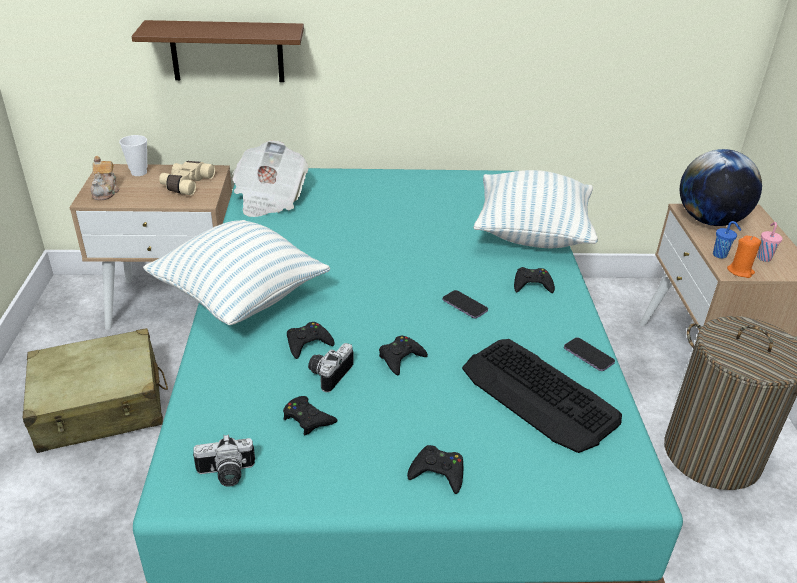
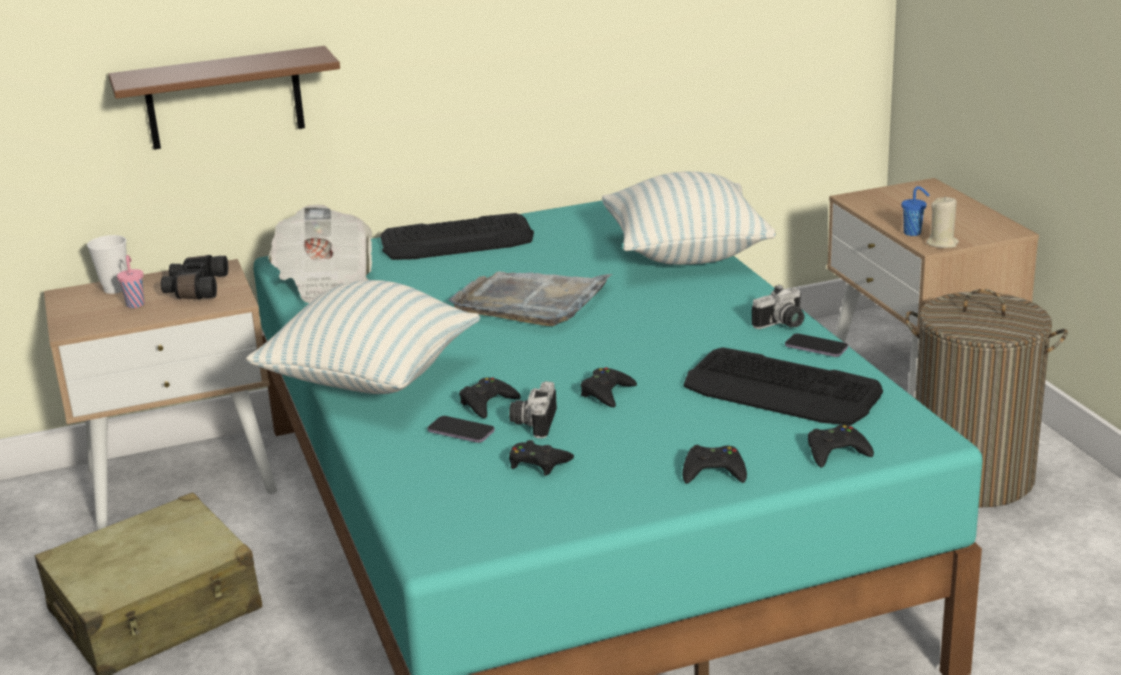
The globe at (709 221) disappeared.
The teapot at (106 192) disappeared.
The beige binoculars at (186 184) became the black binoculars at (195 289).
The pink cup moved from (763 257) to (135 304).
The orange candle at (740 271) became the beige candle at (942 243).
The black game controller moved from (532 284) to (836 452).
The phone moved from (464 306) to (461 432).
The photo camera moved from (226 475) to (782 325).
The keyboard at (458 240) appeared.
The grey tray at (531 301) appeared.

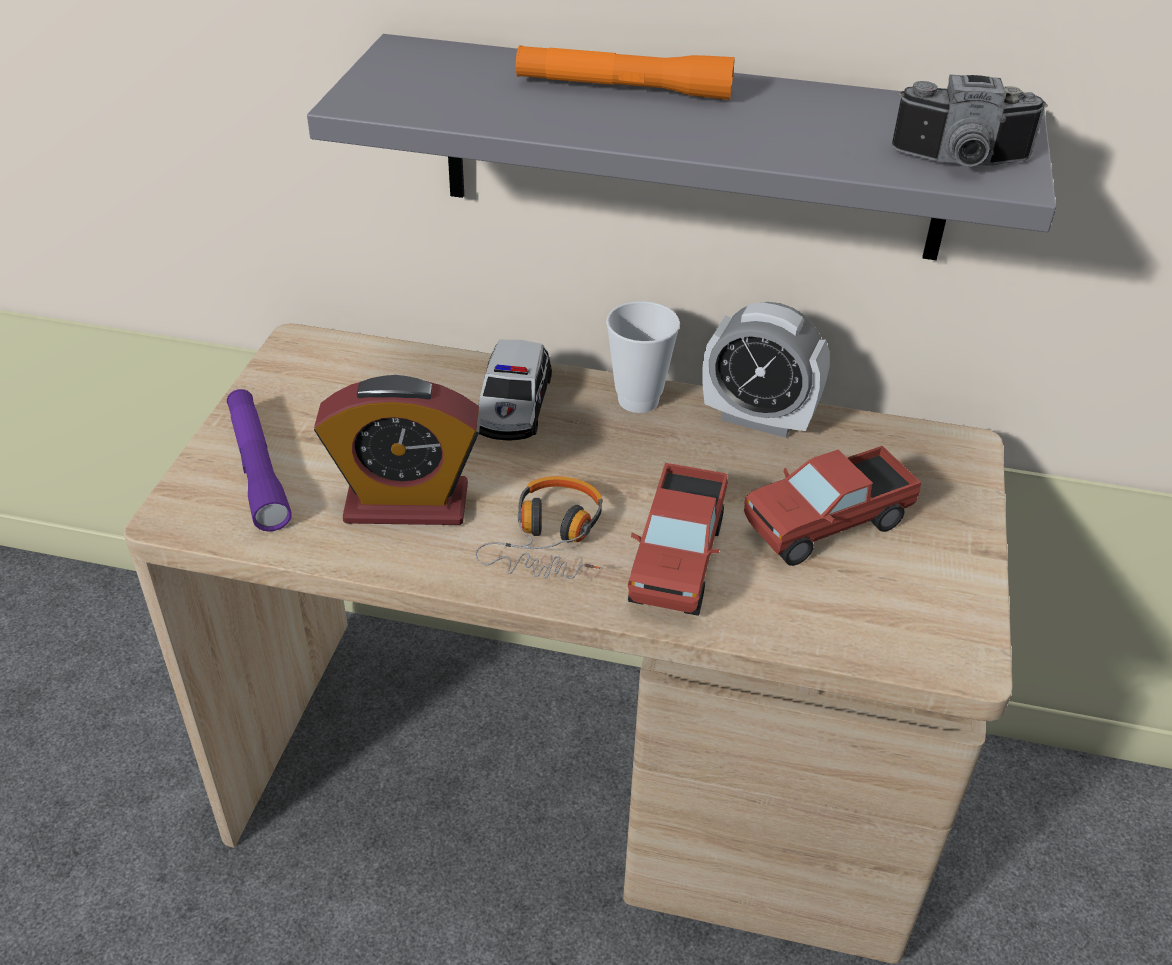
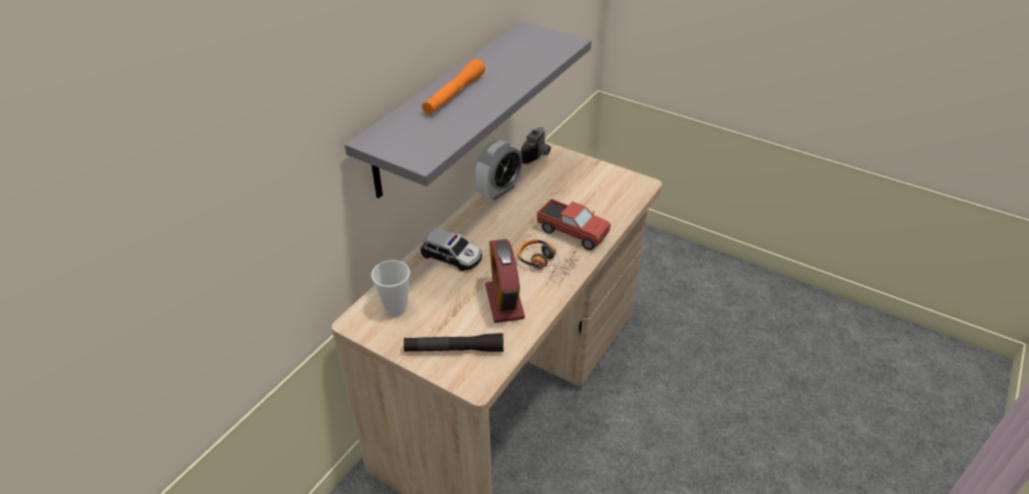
The photo camera moved from (961 163) to (538 155).
The cup moved from (638 400) to (396 308).
The alarm clock at (406 504) turned 150 degrees clockwise.
The purple flashlight at (258 468) became the black flashlight at (454 349).
The toy truck at (827 525) disappeared.

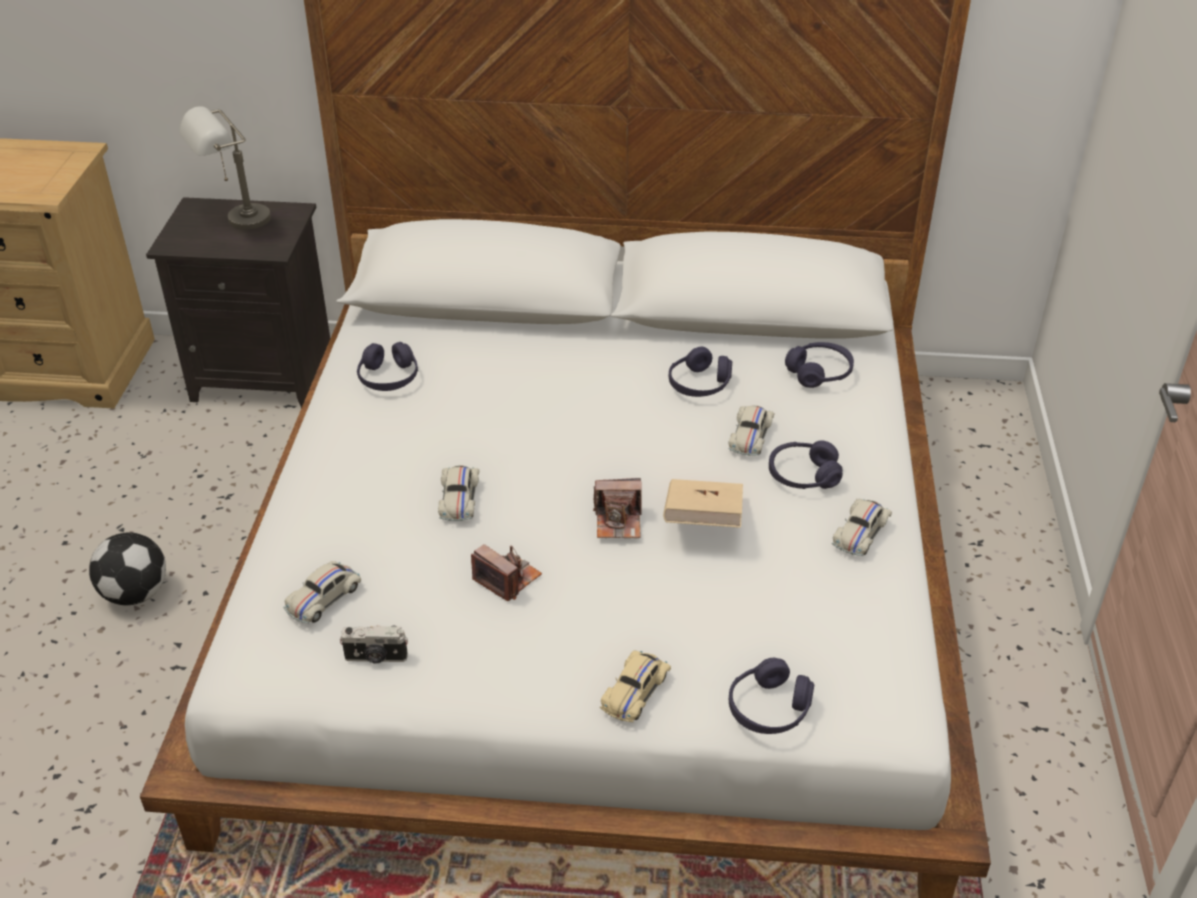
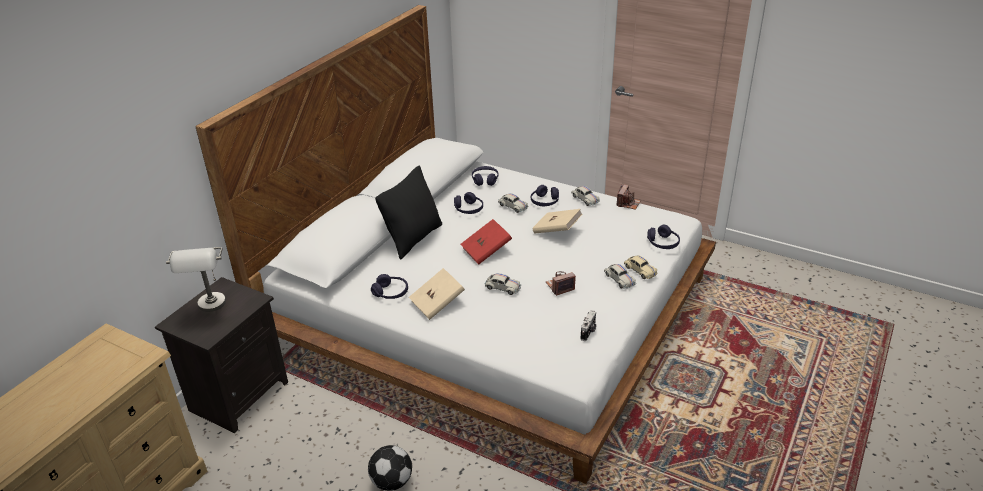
The photo camera moved from (618 522) to (628 203).
The white toy car moved from (324 598) to (619 279).
The black pillow at (413 239) appeared.
The red book at (486 251) appeared.
The beige book at (437 303) appeared.

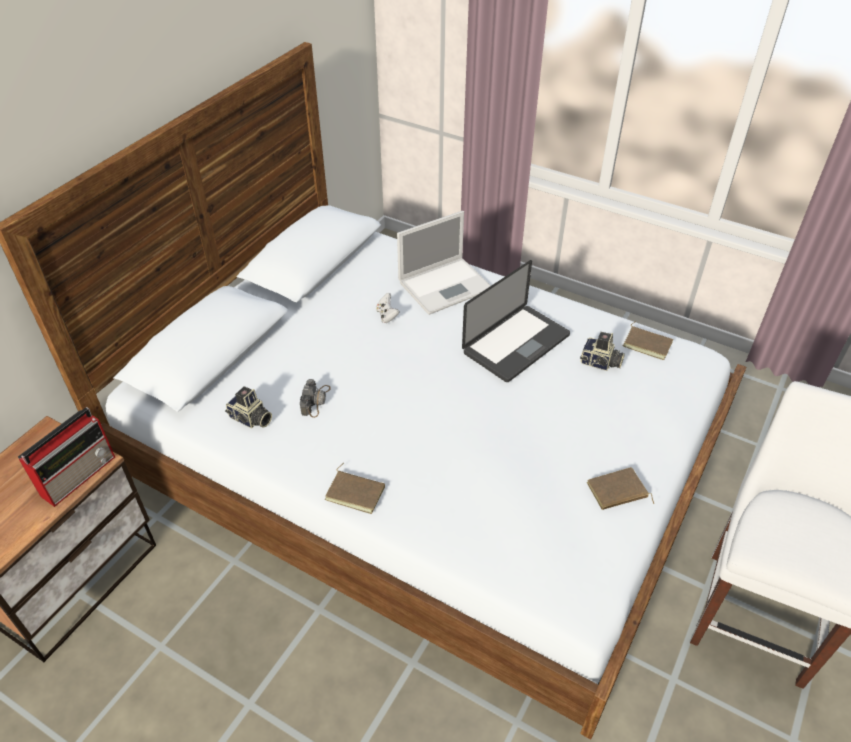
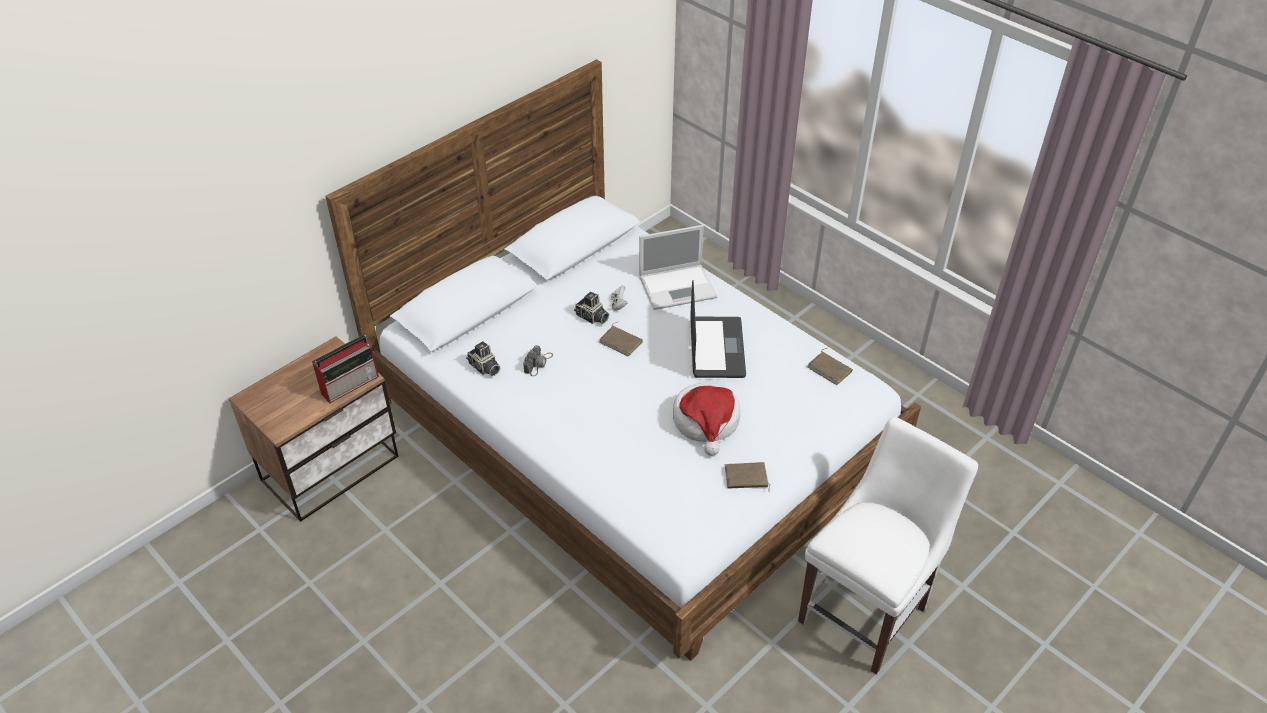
The laptop at (516 344) turned 60 degrees counterclockwise.
The photo camera moved from (600 363) to (592 317).
The brown book moved from (356 492) to (621 342).
The hat at (706 422) appeared.

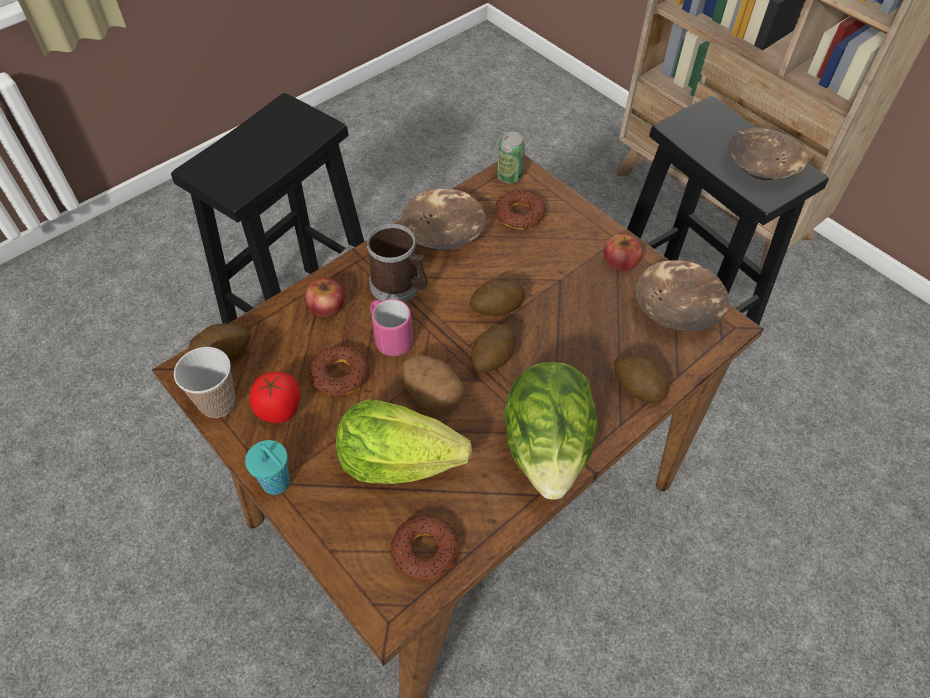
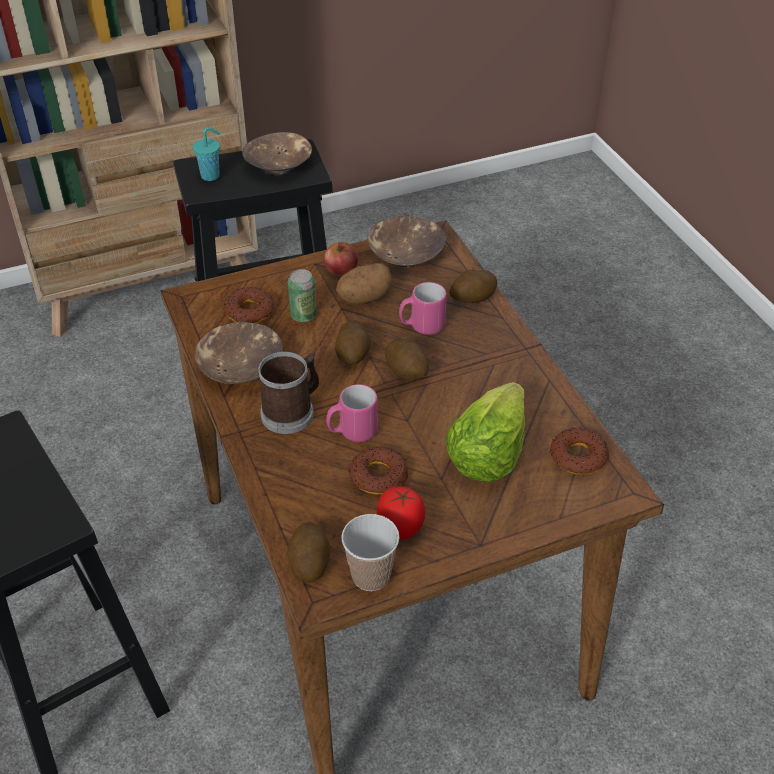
The can moved from (509 176) to (303 315).
The apple at (326 306) disappeared.
The potato moved from (432 394) to (364 298).
The lettuce at (547 449) disappeared.
The turquoise cup moved from (277 483) to (211 176).
The pink mug at (421 326) appeared.

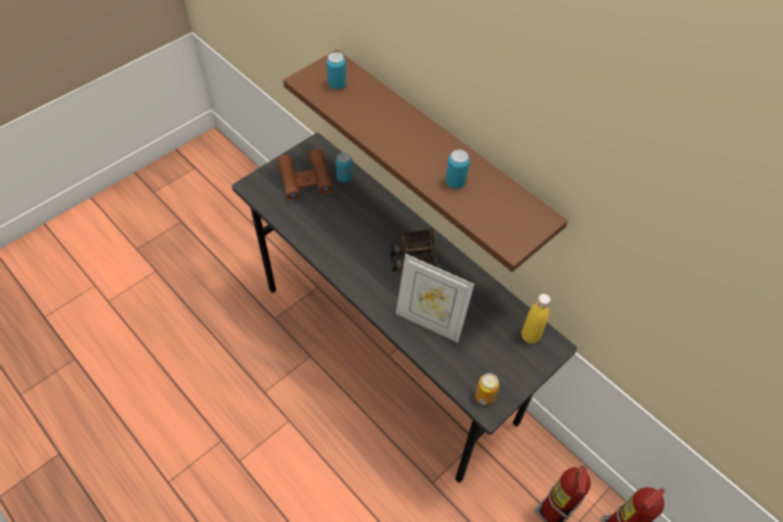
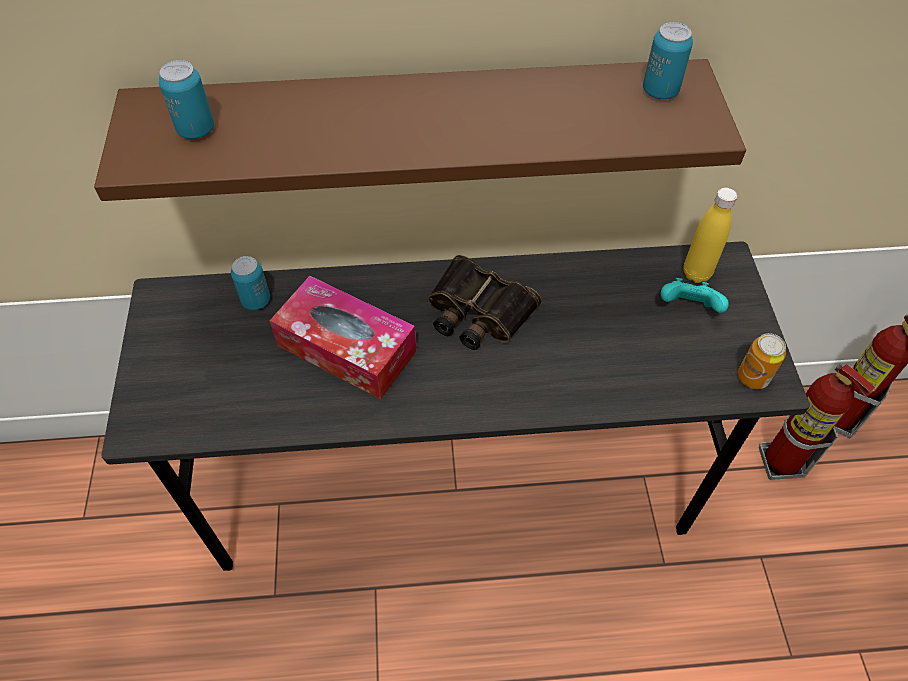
The brown binoculars at (305 179) disappeared.
The can moved from (455 182) to (660 91).
The picture frame at (429 322) disappeared.
The tissue box at (346 348) appeared.
The turquoise game controller at (688 308) appeared.

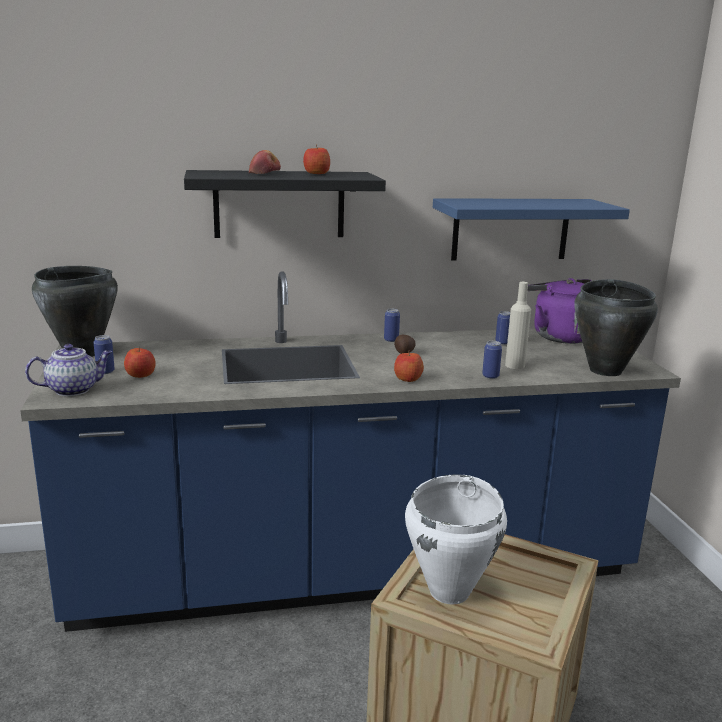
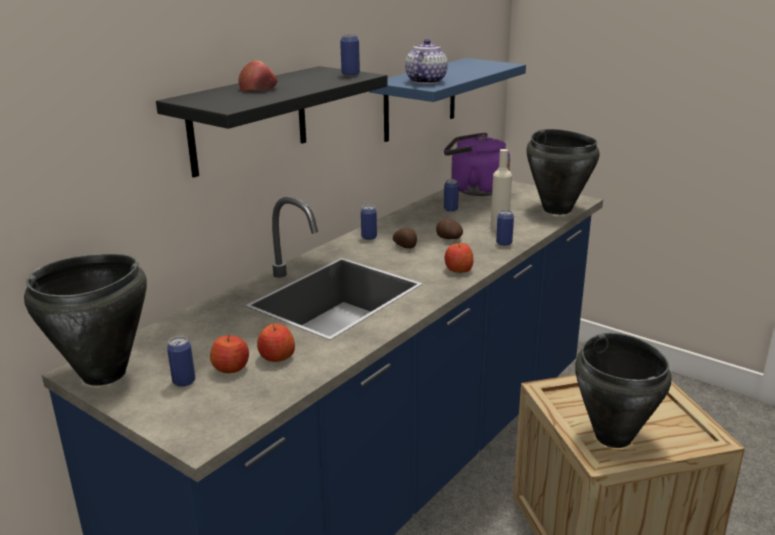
The apple moved from (316 173) to (276 357).
The teapot moved from (74 389) to (426 81).
The white cooking pot at (450 591) became the black cooking pot at (613 436).
The can at (350 74) appeared.
The potato at (449 239) appeared.

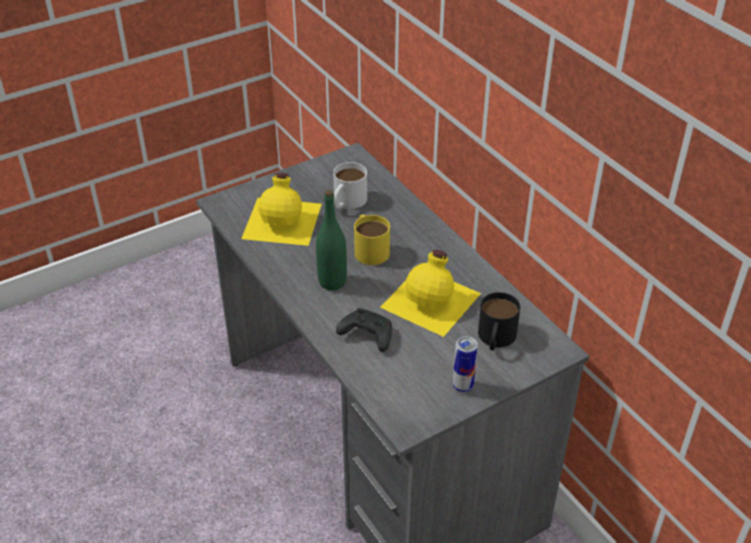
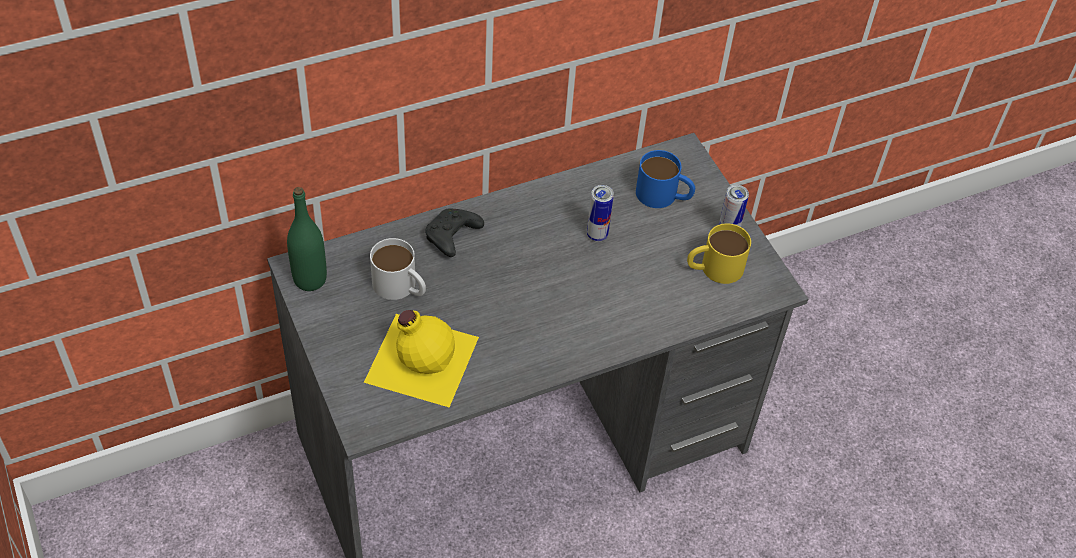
The green bottle moved from (332 282) to (310 279).
The yellow mug moved from (369 248) to (714 268).
The yellow bottle at (432 300) was replaced by the can at (597 235).
The black mug at (495 339) became the blue mug at (664 196).
The black game controller moved from (366 335) to (452 238).

